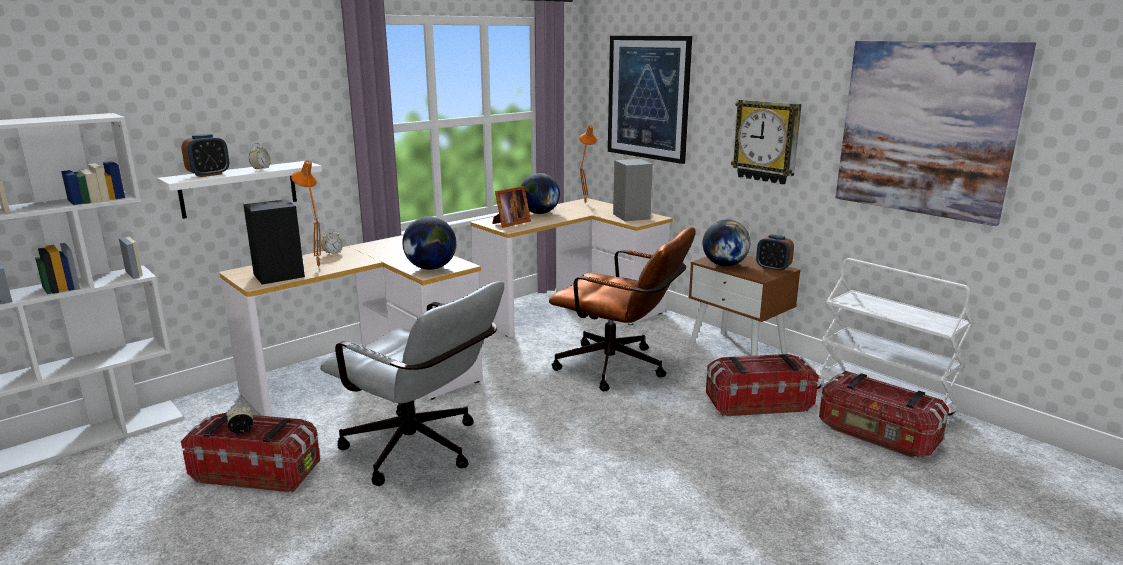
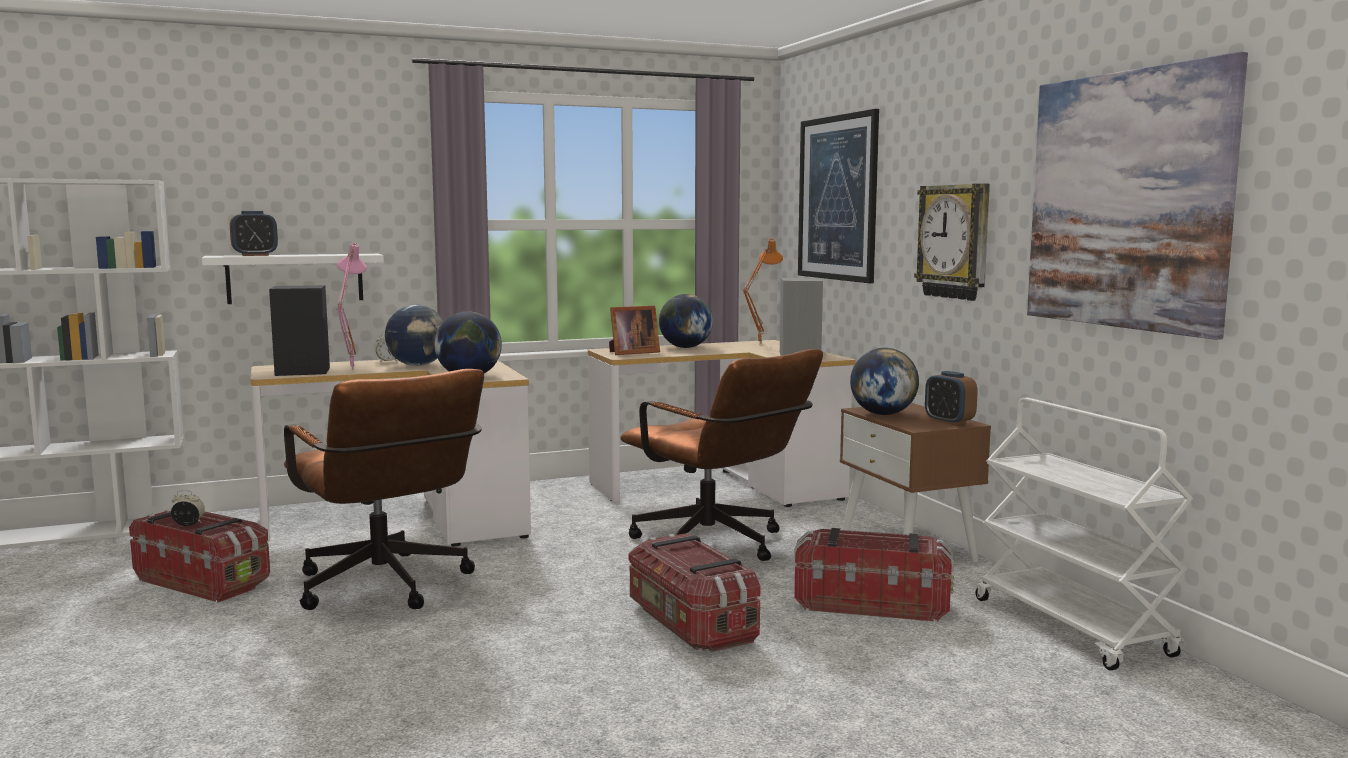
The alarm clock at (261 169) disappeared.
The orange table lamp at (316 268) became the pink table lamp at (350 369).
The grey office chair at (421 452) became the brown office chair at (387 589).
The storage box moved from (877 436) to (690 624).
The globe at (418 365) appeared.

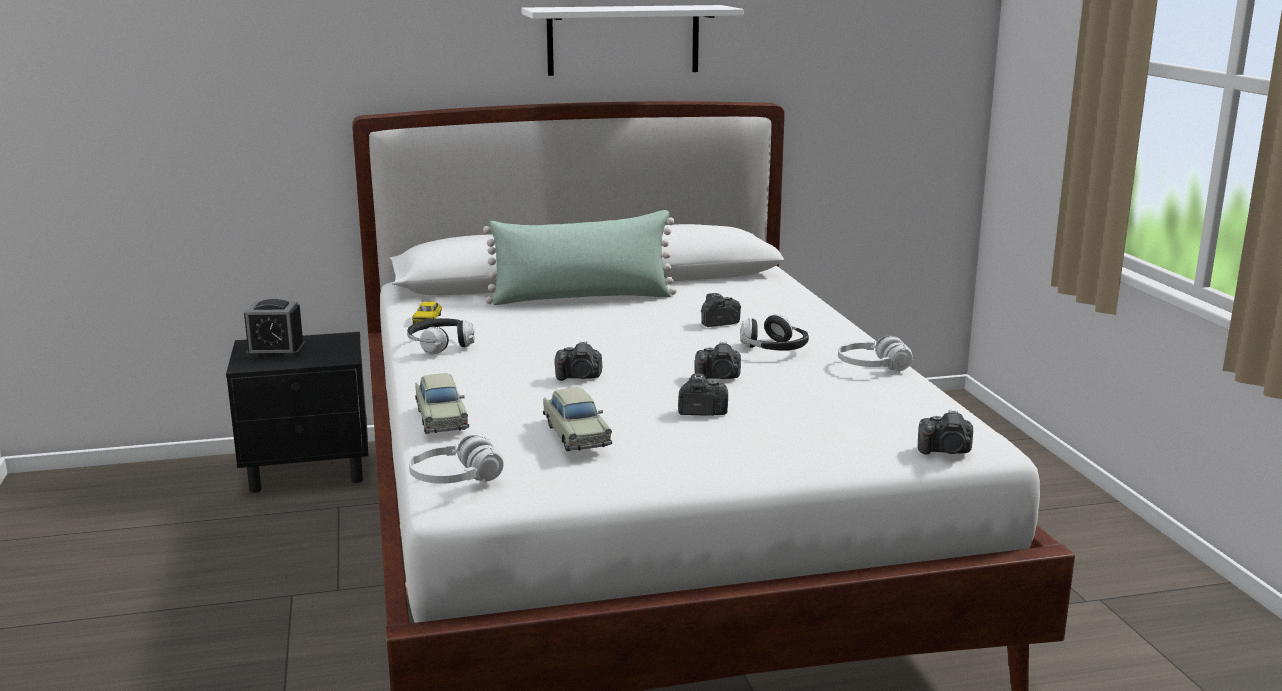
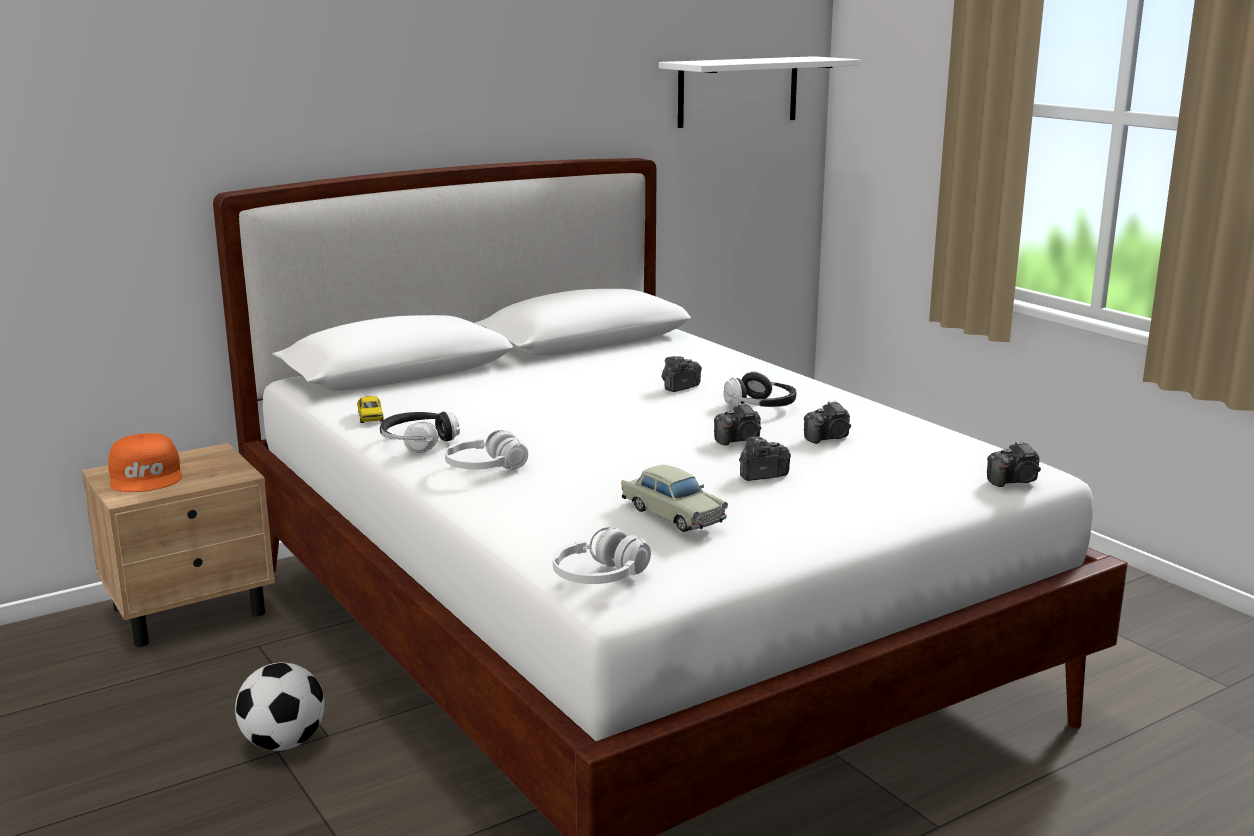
The white shelf moved from (623 40) to (738 91).
The green pillow at (582 298) disappeared.
The alarm clock at (276 351) was replaced by the orange cap at (147 476).
The black nightstand at (309 470) became the beige nightstand at (191 610).
The white headphones moved from (872 367) to (485 468).
The photo camera moved from (579 377) to (829 438).
The beige toy car at (441 418) disappeared.
The football at (283 743) appeared.

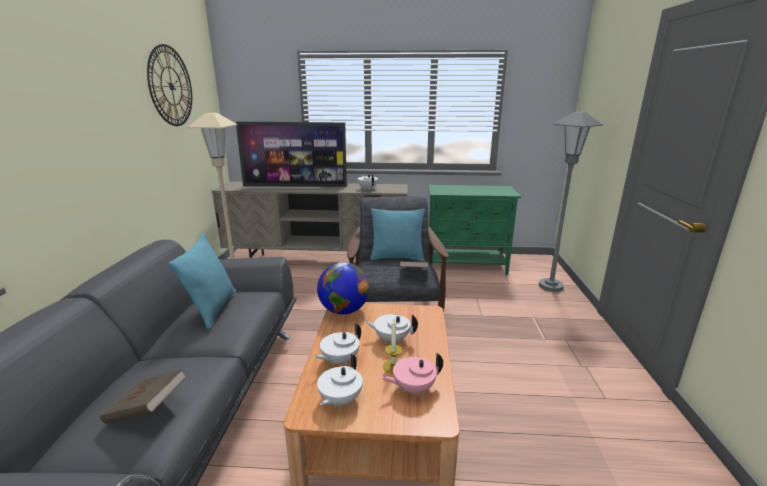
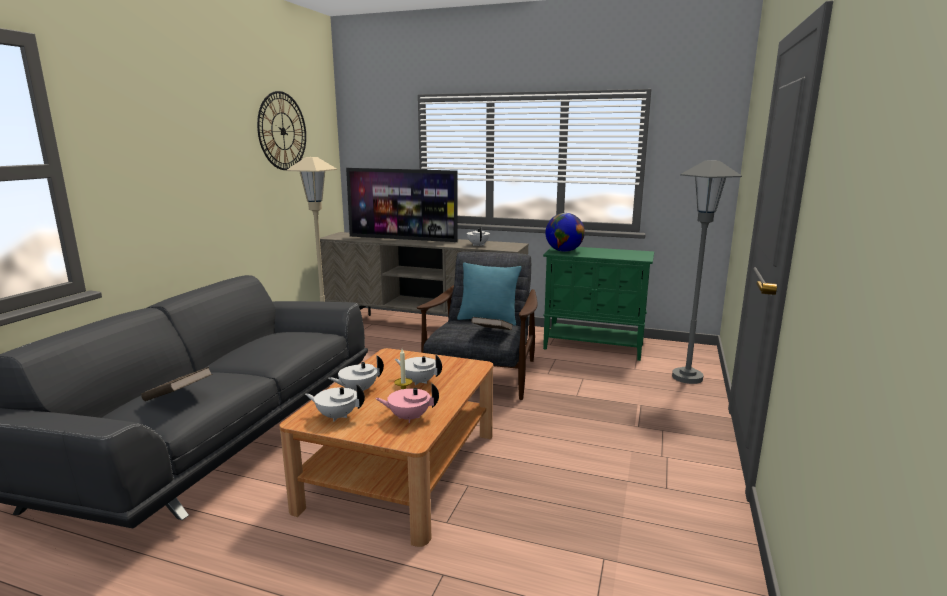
The turquoise pillow at (213 309) disappeared.
The globe moved from (344 310) to (564 251).
The white teapot at (340 400) turned 60 degrees clockwise.

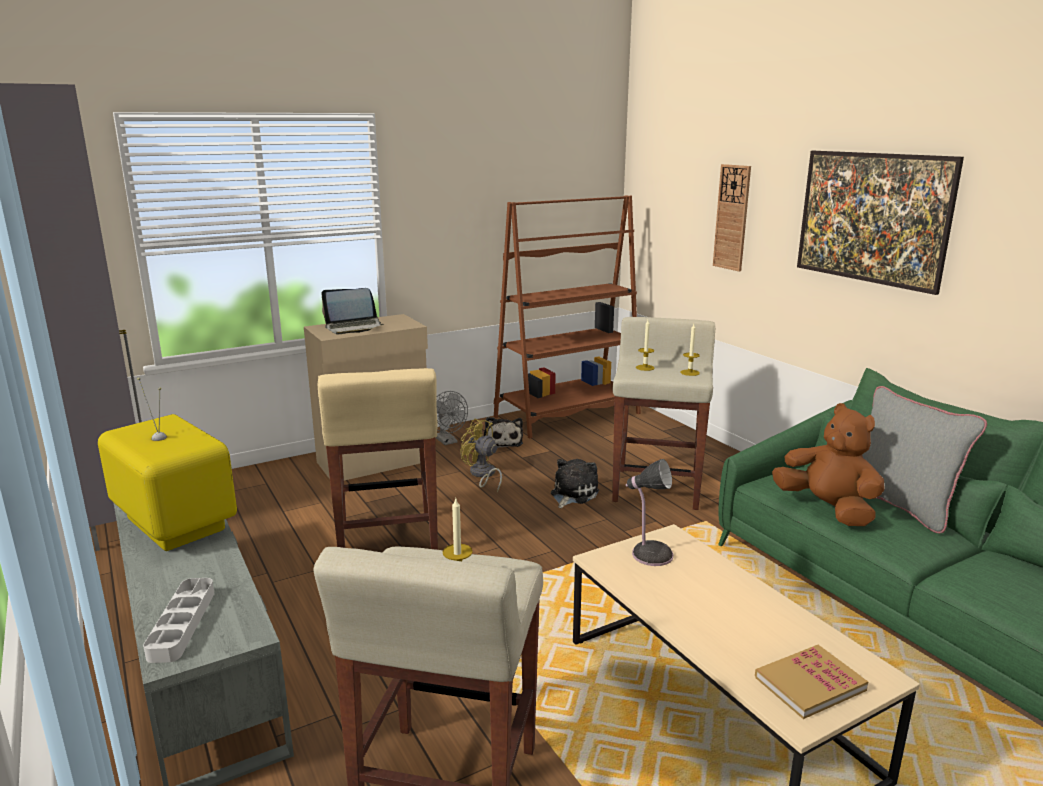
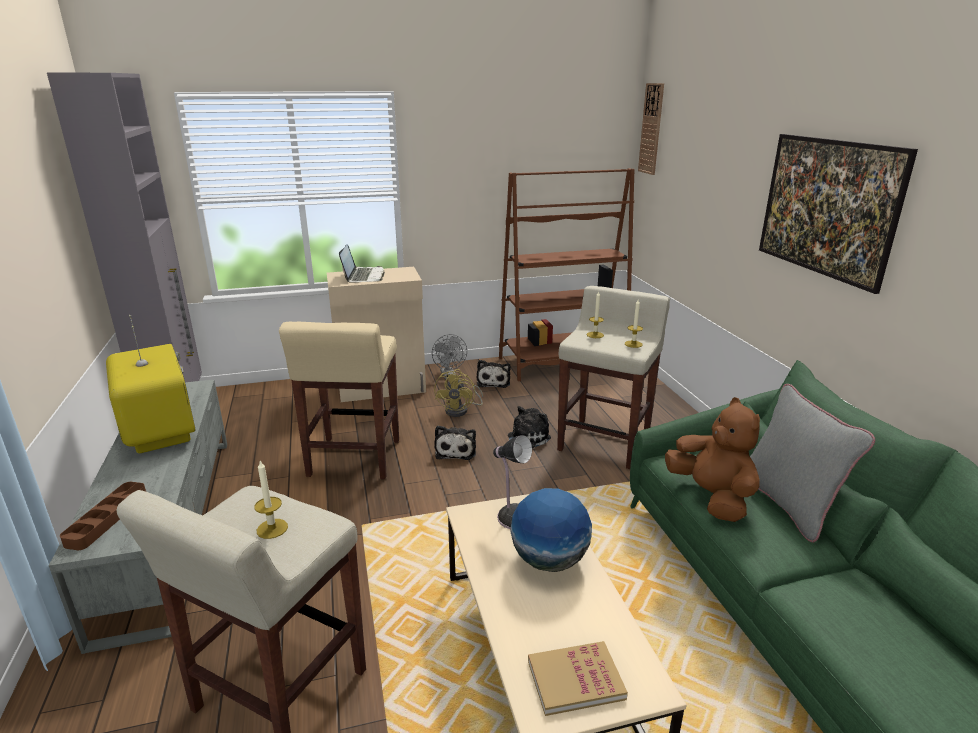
The wall clock moved from (732 217) to (651 129).
The laptop at (354 327) turned 90 degrees counterclockwise.
The yellow fan at (482 475) turned 135 degrees counterclockwise.
The grey tray at (182 624) became the brown tray at (107 518).
The plush toy at (456 450) appeared.
The globe at (549 560) appeared.

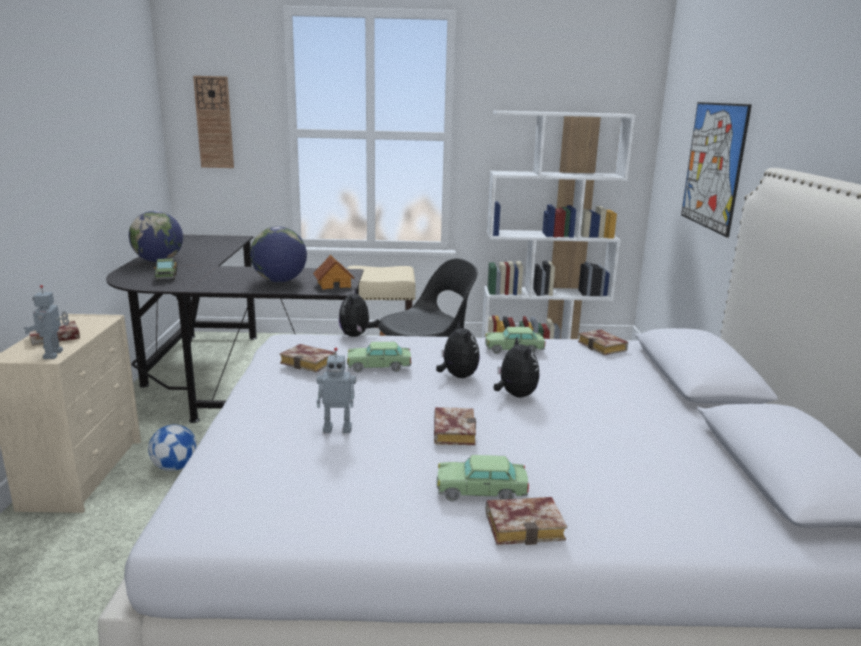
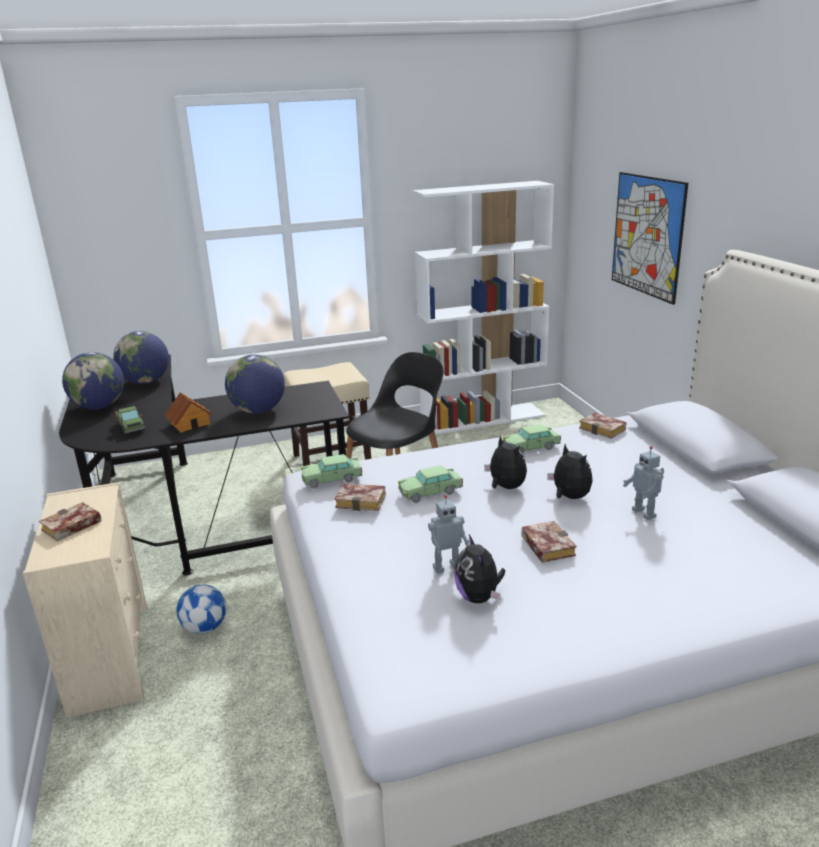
The wall clock at (214 122) disappeared.
The toy house moved from (334 284) to (190 423).
The toy robot moved from (54 354) to (645 513).
The plush toy moved from (356 335) to (479 597).
The toy car moved from (481 491) to (332 479).
The book at (526 526) disappeared.
The globe at (146 382) appeared.

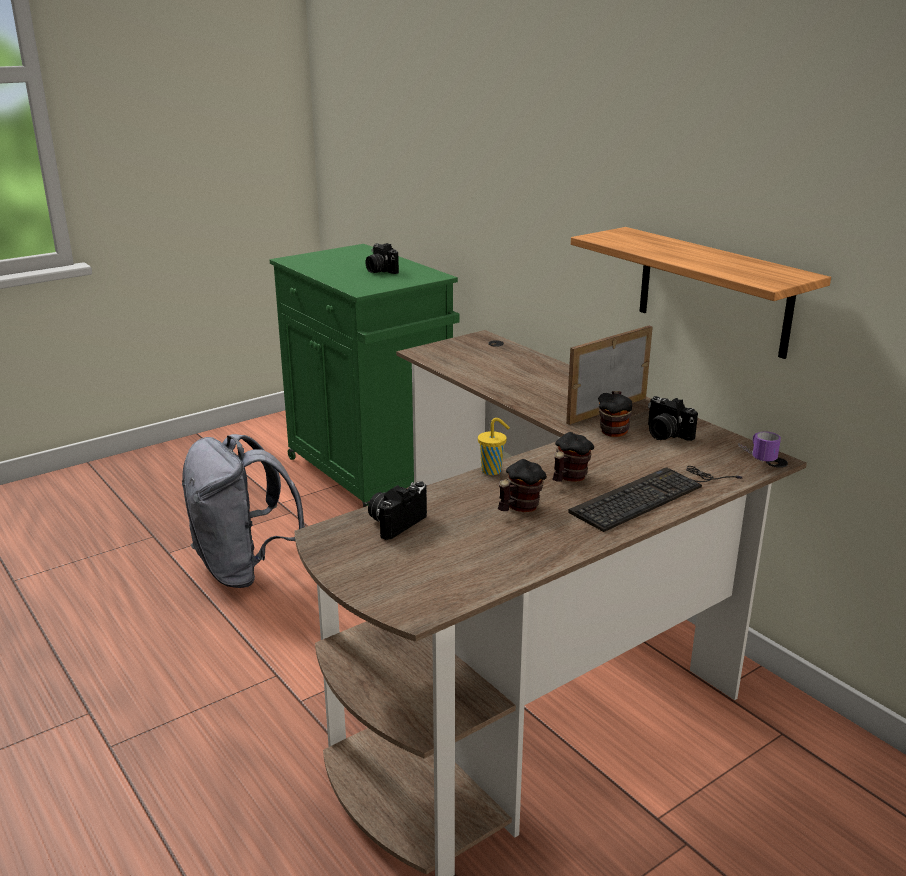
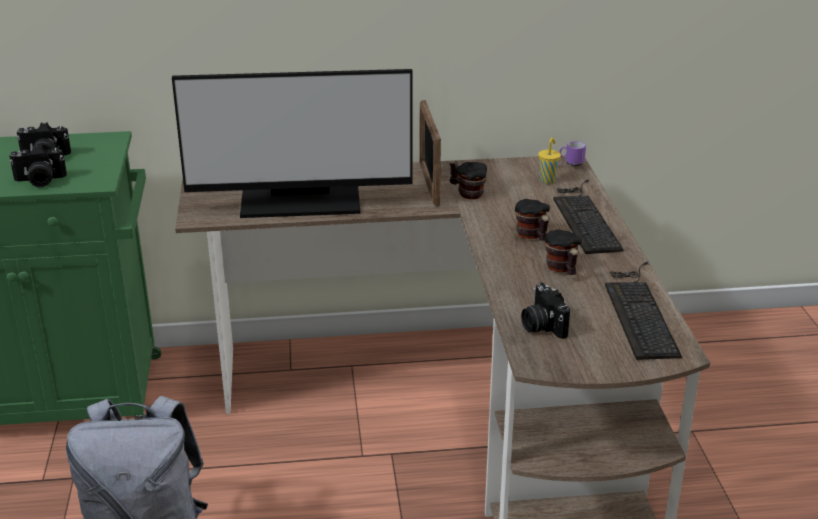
The shelf at (713 291) disappeared.
The photo camera moved from (665 434) to (40 181).
The yellow cup moved from (492 471) to (548 180).
The monitor at (300 201) appeared.
The keyboard at (639 311) appeared.

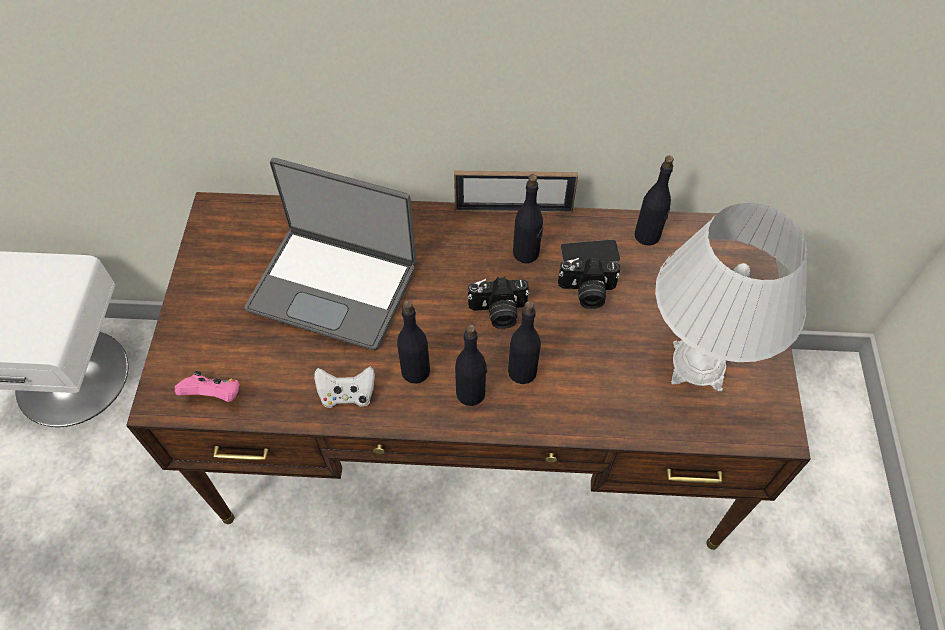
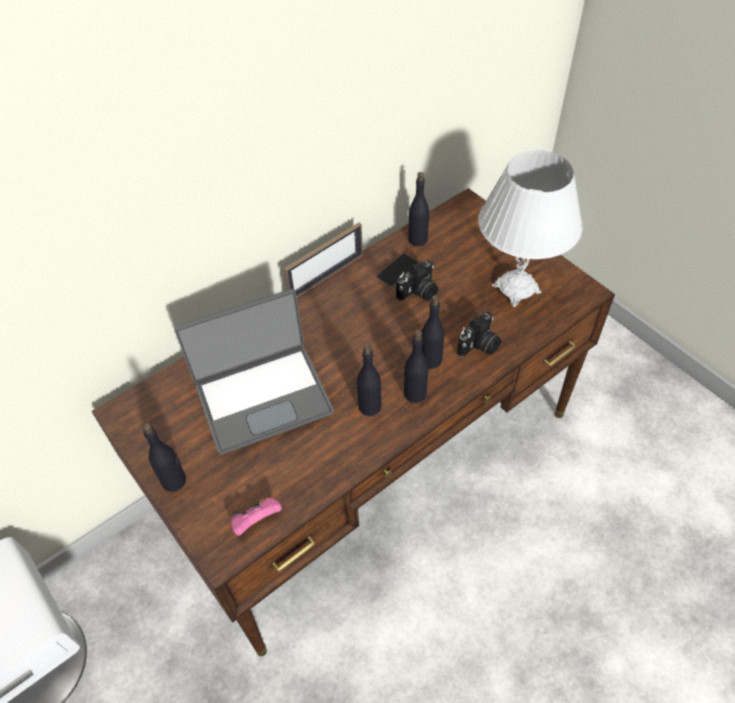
The black bottle moved from (526 253) to (174 481).
The photo camera moved from (498 312) to (479 346).
The white game controller at (347 394) disappeared.

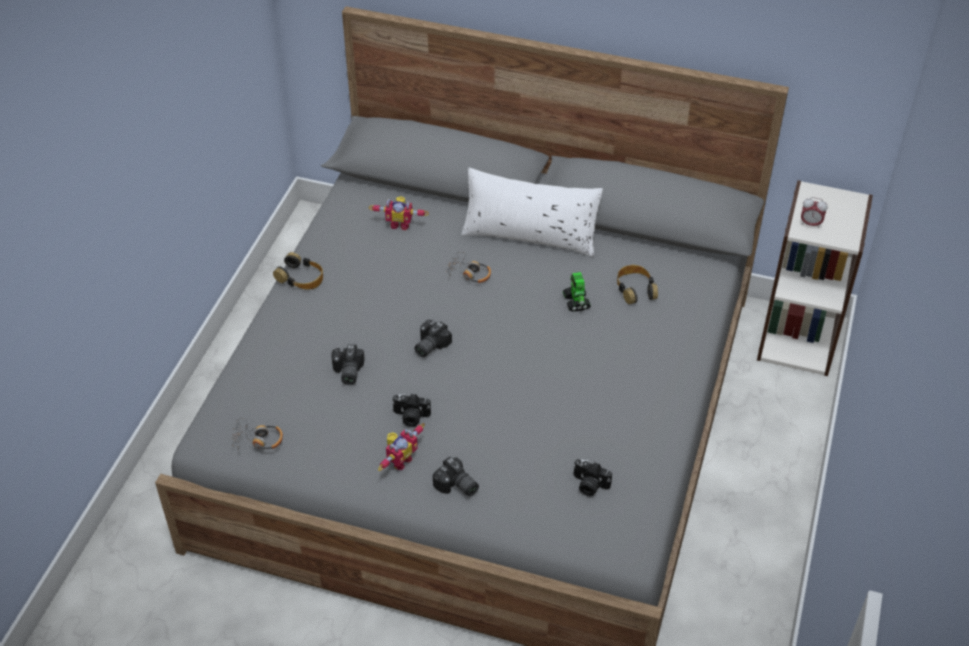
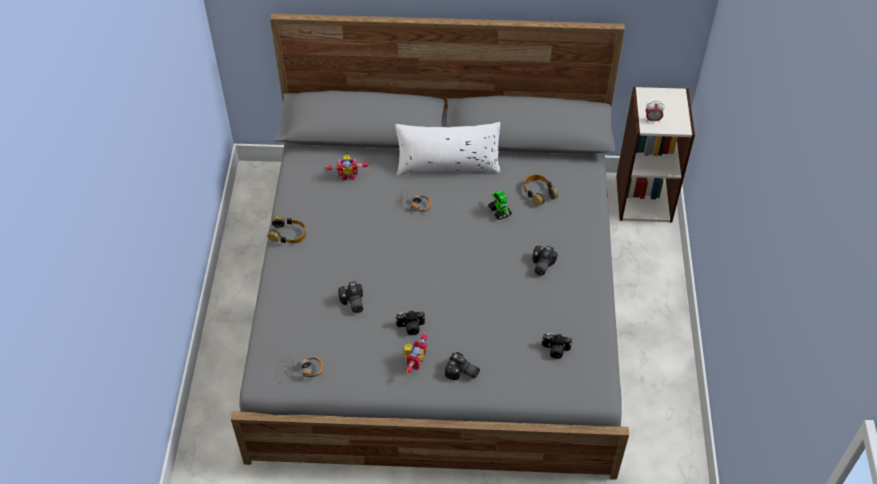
The photo camera moved from (429 345) to (541 265).

